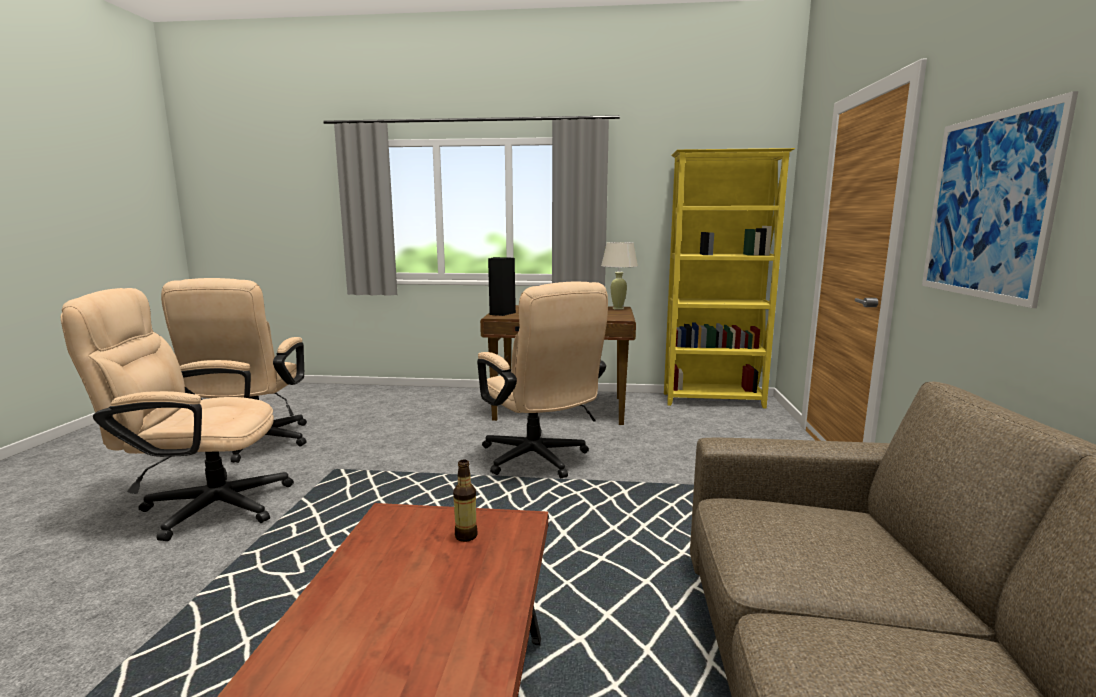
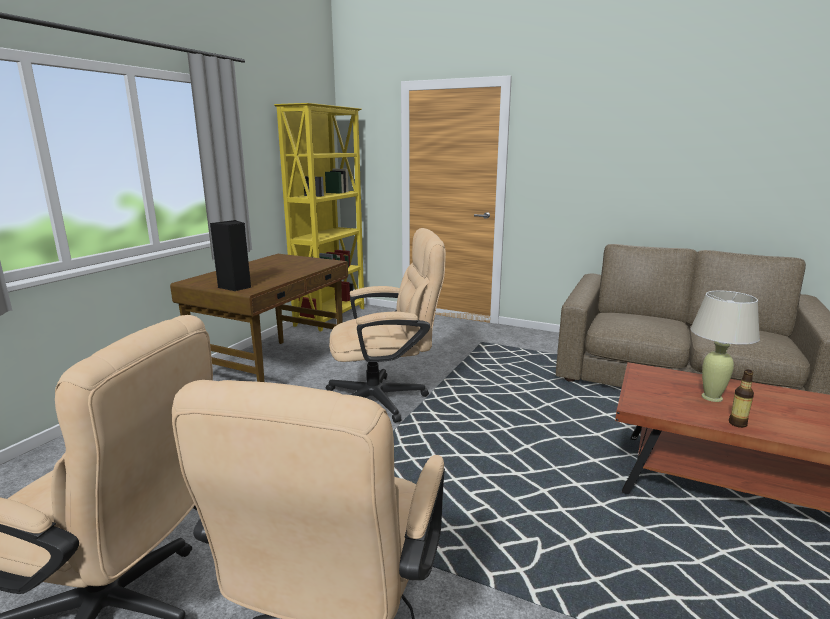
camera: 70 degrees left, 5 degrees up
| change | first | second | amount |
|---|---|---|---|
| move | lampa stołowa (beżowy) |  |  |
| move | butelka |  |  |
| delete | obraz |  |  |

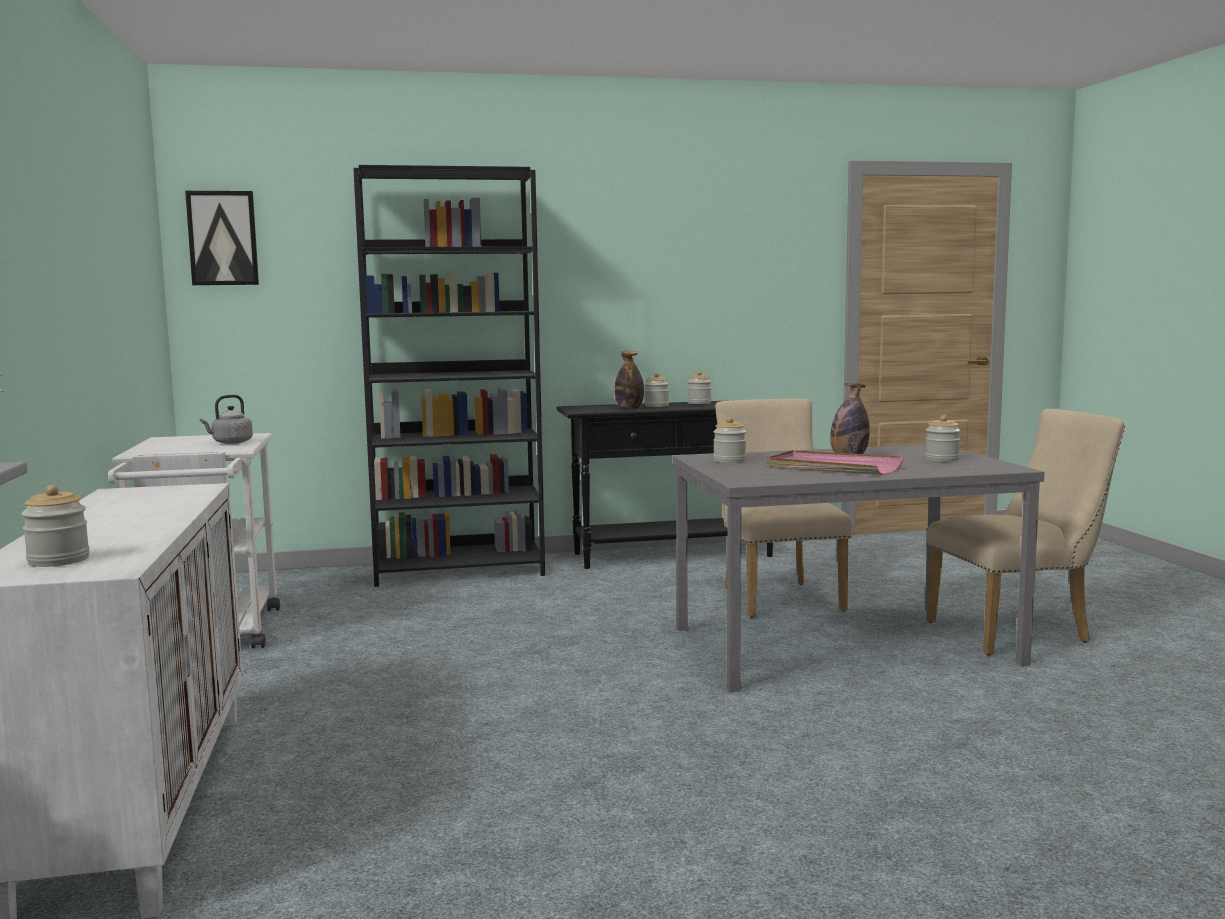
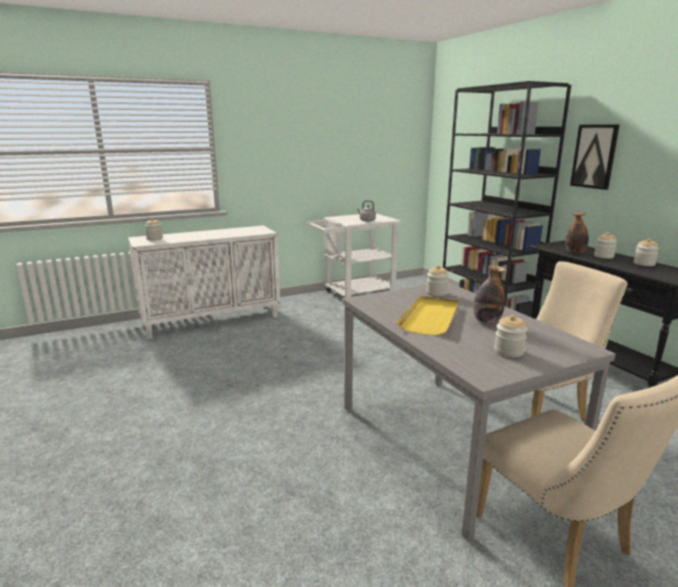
camera: 75 degrees right, 10 degrees up
| change | first | second | amount |
|---|---|---|---|
| recolor | taca (różowy) | taca (żółty) |  |
| move | obraz |  |  |

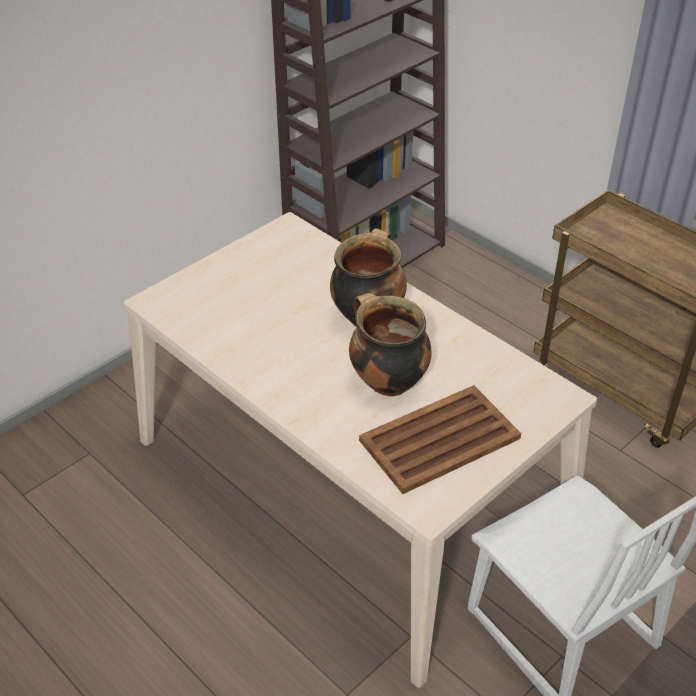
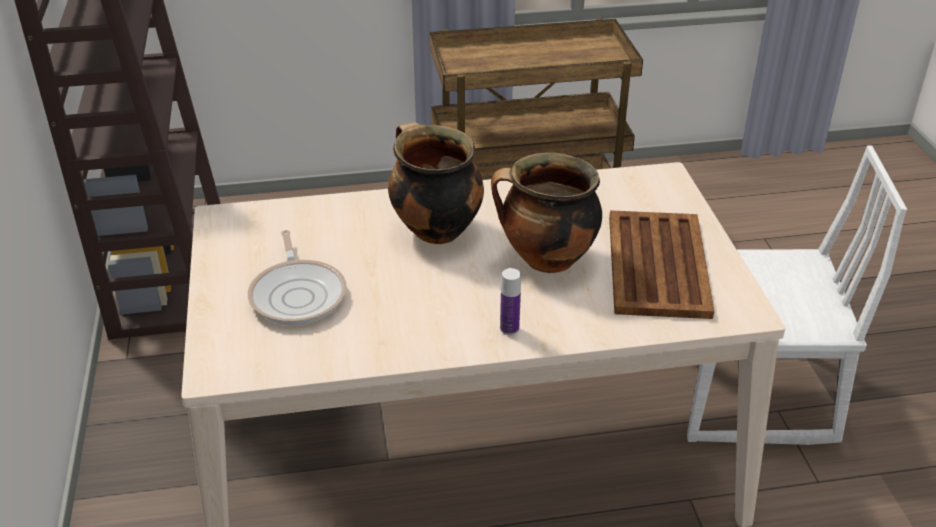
camera: 55 degrees left, 5 degrees down
| change | first | second | amount |
|---|---|---|---|
| insert |  | patelnia |  |
| insert |  | butelka |  |

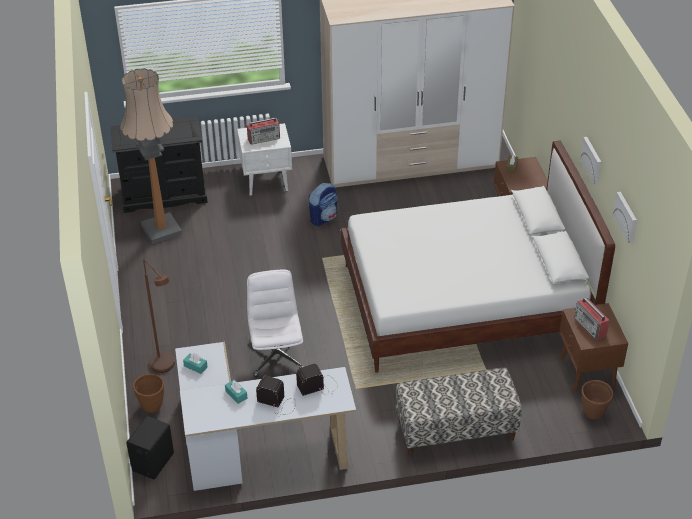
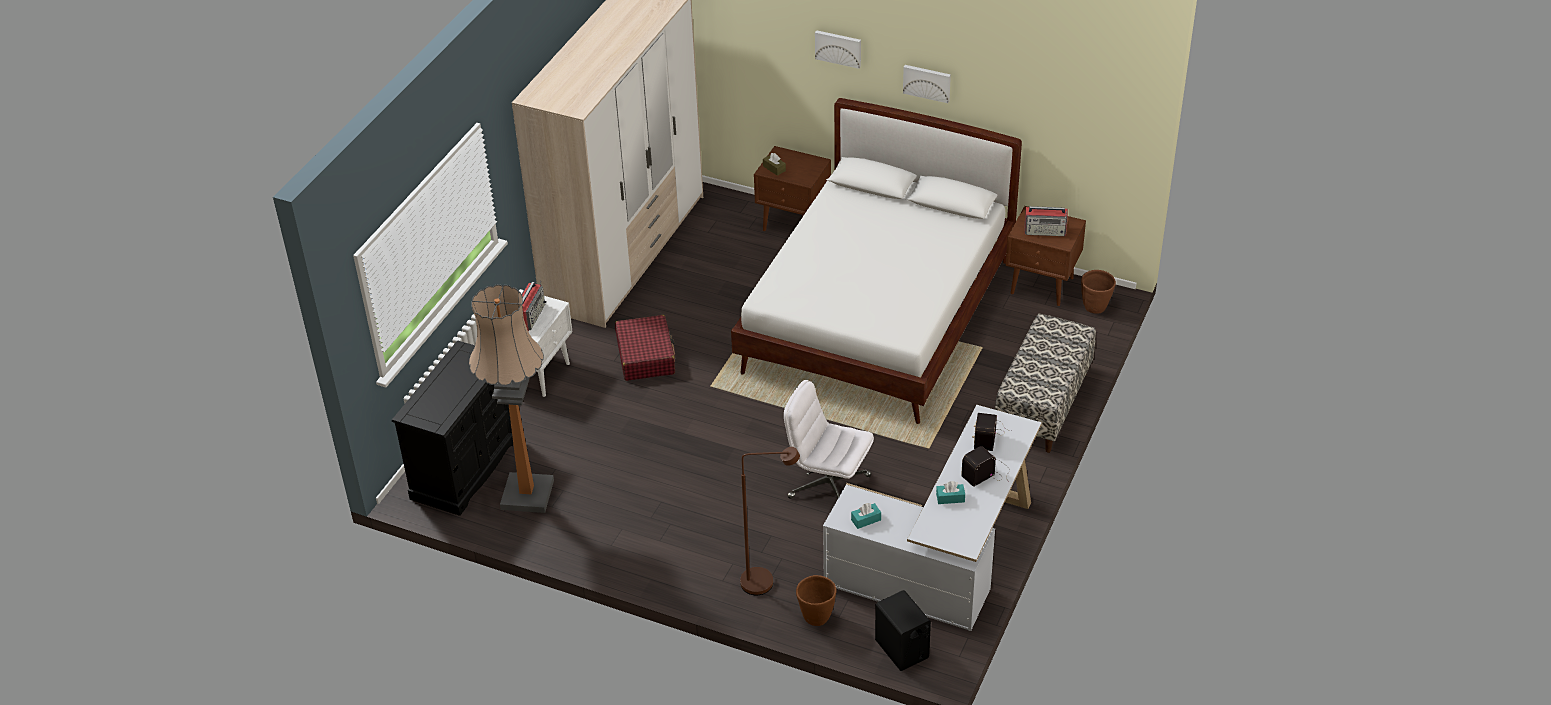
camera: 55 degrees left, 0 degrees up
| change | first | second | amount |
|---|---|---|---|
| replace | plecak | walizka (czerwony) |  |
| move | obraz (2nd from left in the first image) | obraz (1st from left) |  |

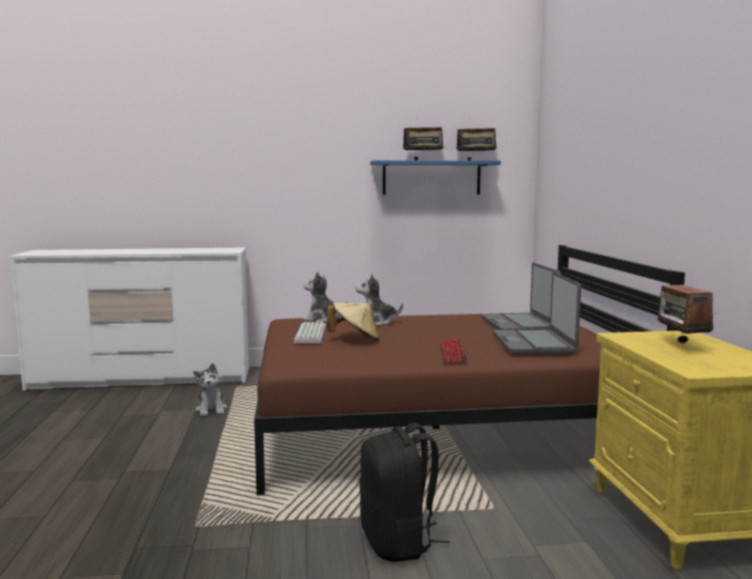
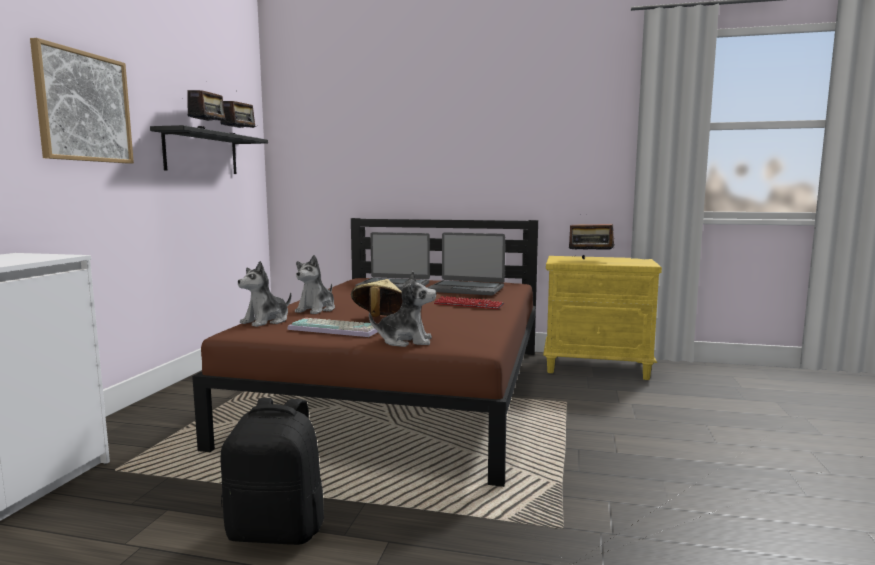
camera: 70 degrees left, 0 degrees up
| change | first | second | amount |
|---|---|---|---|
| insert |  | obraz |  |
| recolor | półka (niebieski) | półka (czarny) |  |
| move | plecak (czarny) |  |  |
| move | pluszak (1st from left in the first image) | pluszak (3rd from left) |  |

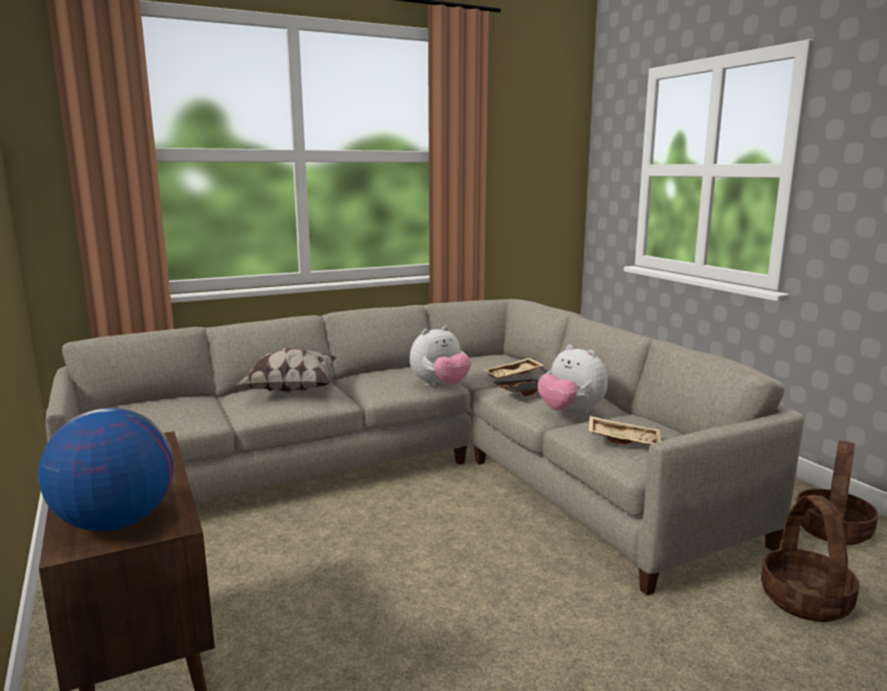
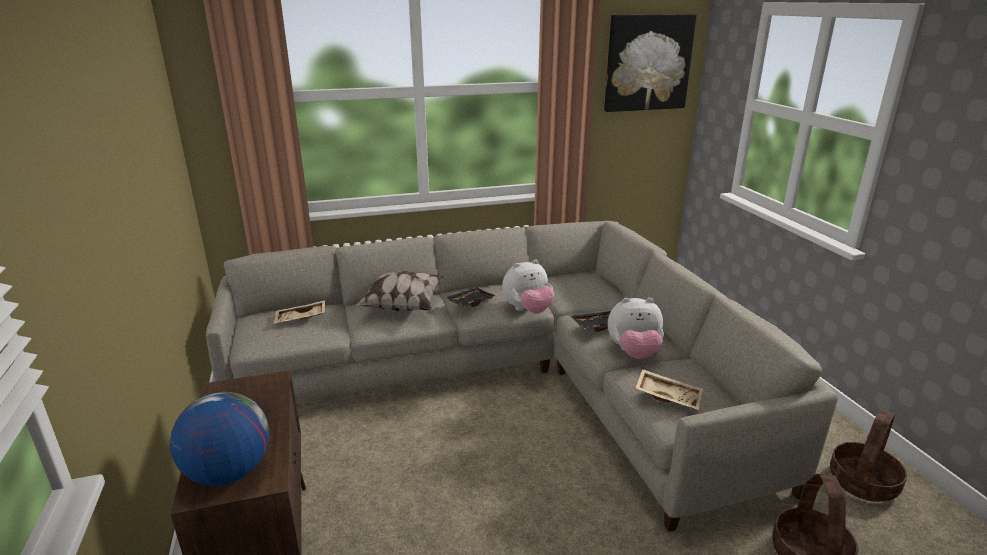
camera: 10 degrees right, 10 degrees up
| change | first | second | amount |
|---|---|---|---|
| move | taca (beżowy) (1st from left) |  |  |
| insert |  | taca (czarny) (1st from left) |  |
| insert |  | obraz |  |
| rotate | pluszak (2nd from left) |  | 60 degrees counterclockwise |

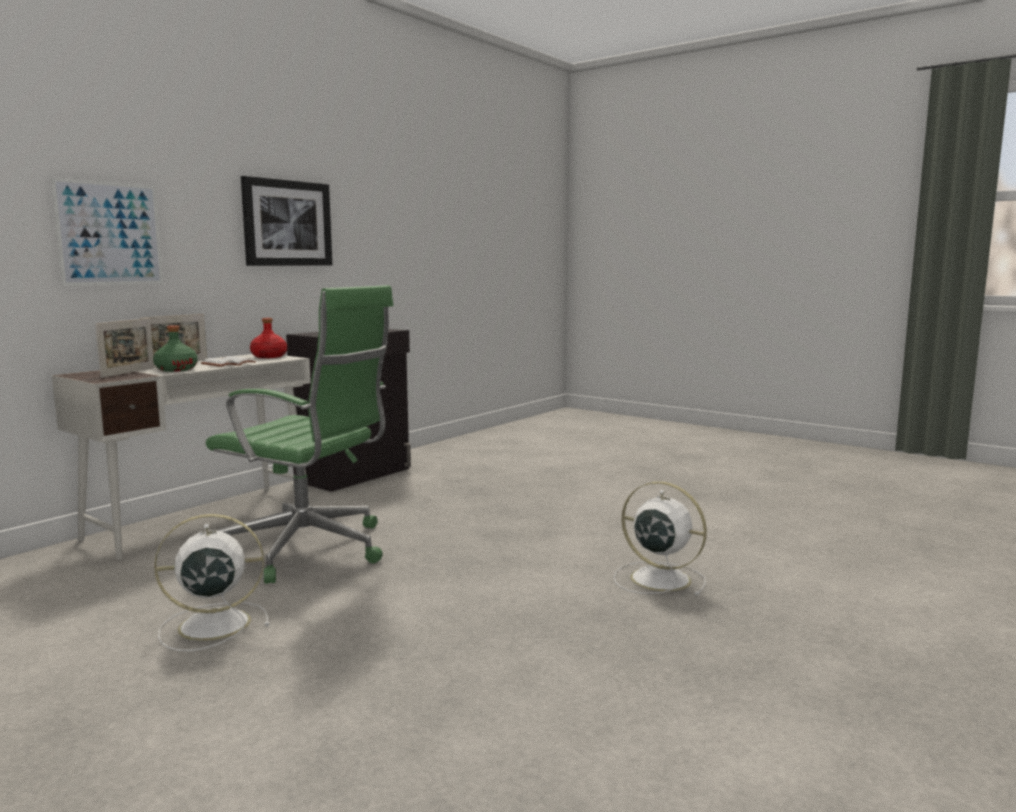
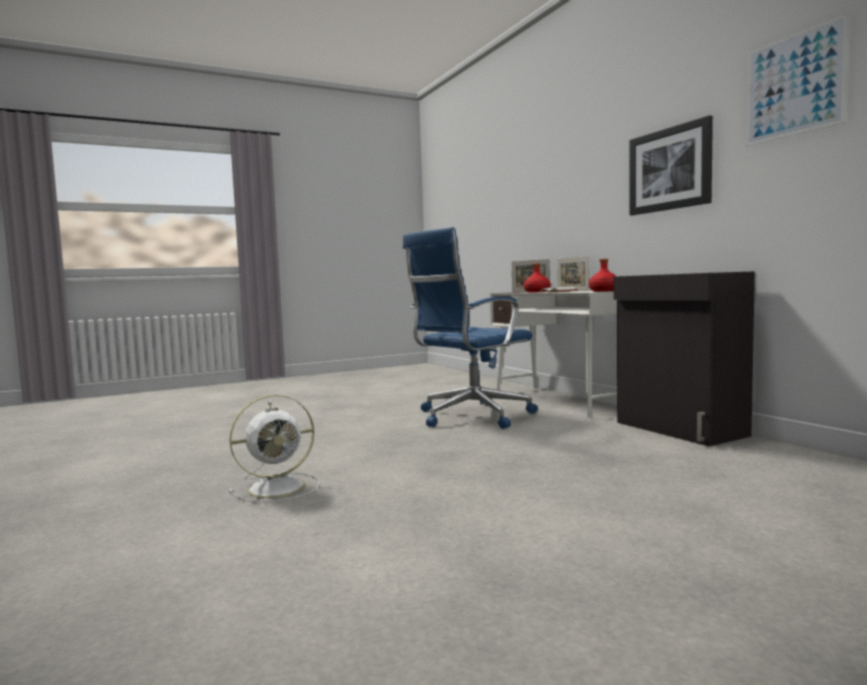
camera: 115 degrees right, 5 degrees down
| change | first | second | amount |
|---|---|---|---|
| recolor | krzesło biurowe (zielony) | krzesło biurowe (niebieski) |  |
| recolor | butelka (zielony) | butelka (czerwony) (1st from left) |  |
| move | obraz (1st from left in the first image) | obraz (2nd from left) |  |
| delete | wentylator (biały) (1st from left) |  |  |

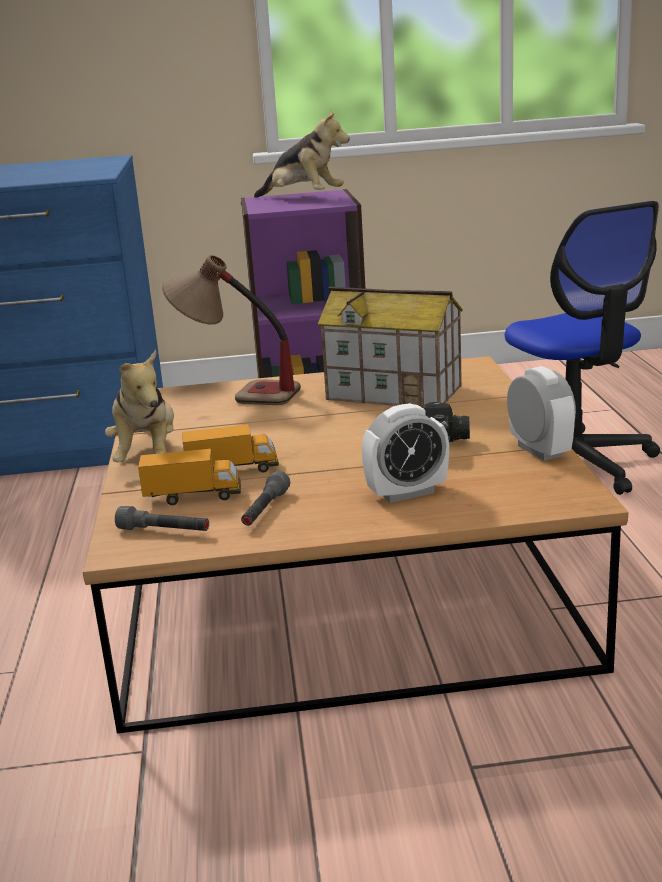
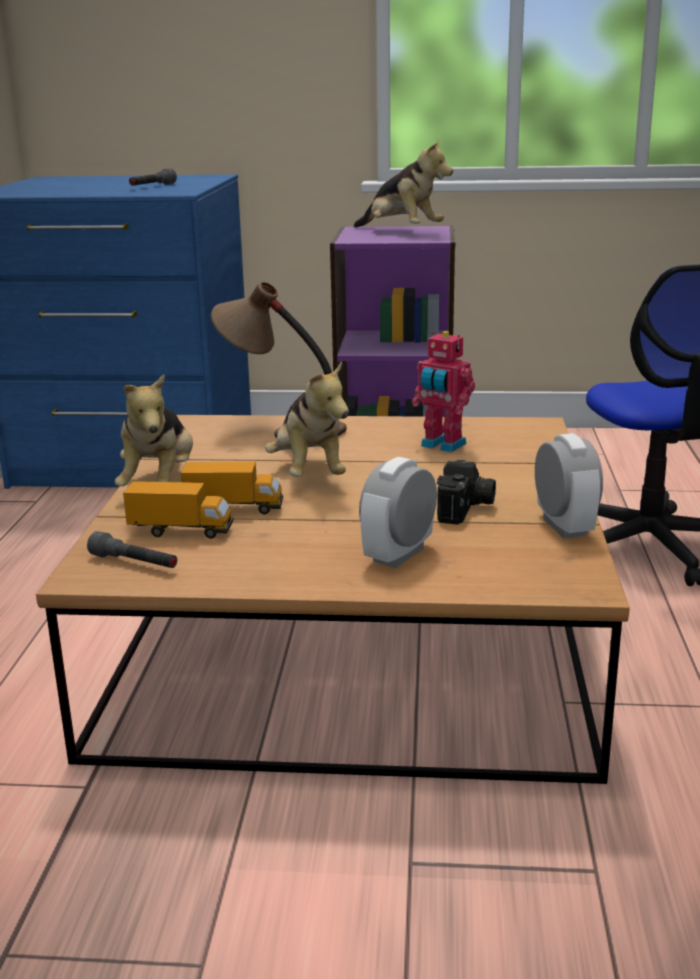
camera: 10 degrees right, 0 degrees up
| change | first | second | amount |
|---|---|---|---|
| move | latarka (szary) (2nd from left) |  |  |
| insert |  | pluszak (2nd from left) |  |
| rotate | budzik (1st from left) |  | 135 degrees clockwise |
| replace | domek | robot zabawkowy |  |

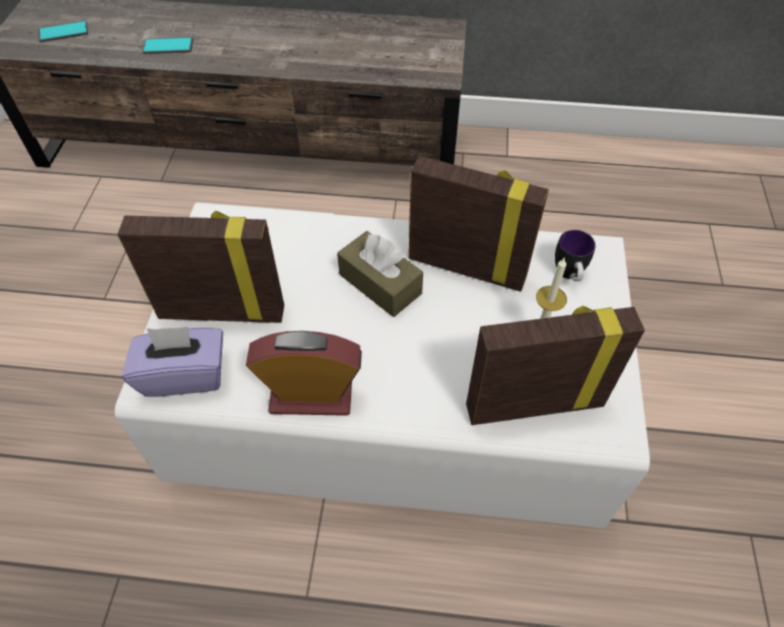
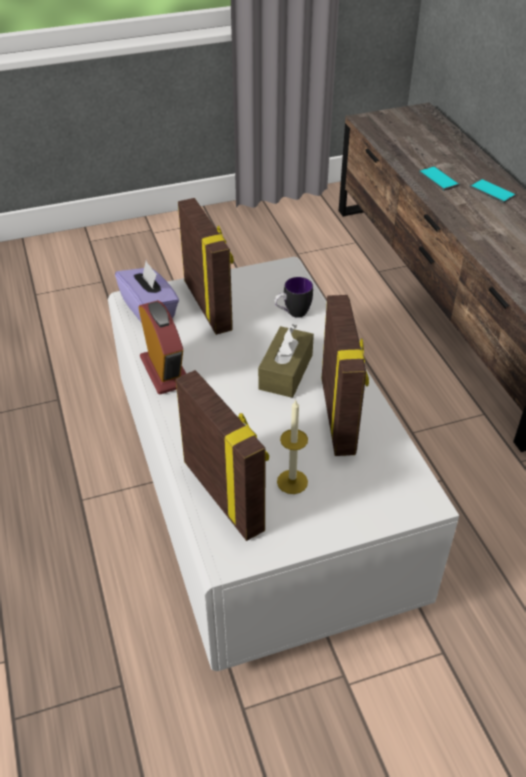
camera: 65 degrees right, 10 degrees down
| change | first | second | amount |
|---|---|---|---|
| move | kubek |  |  |
| move | telefon (1st from left in the first image) | telefon (2nd from left) |  |

